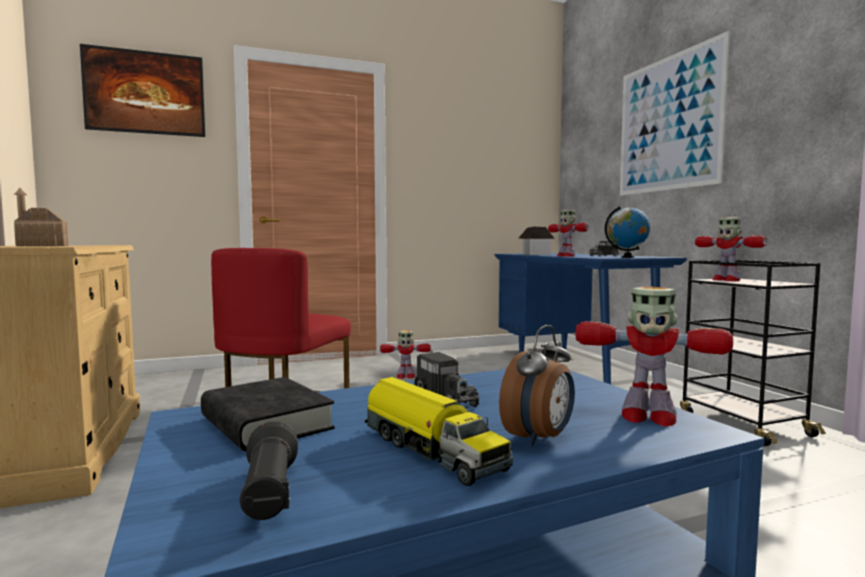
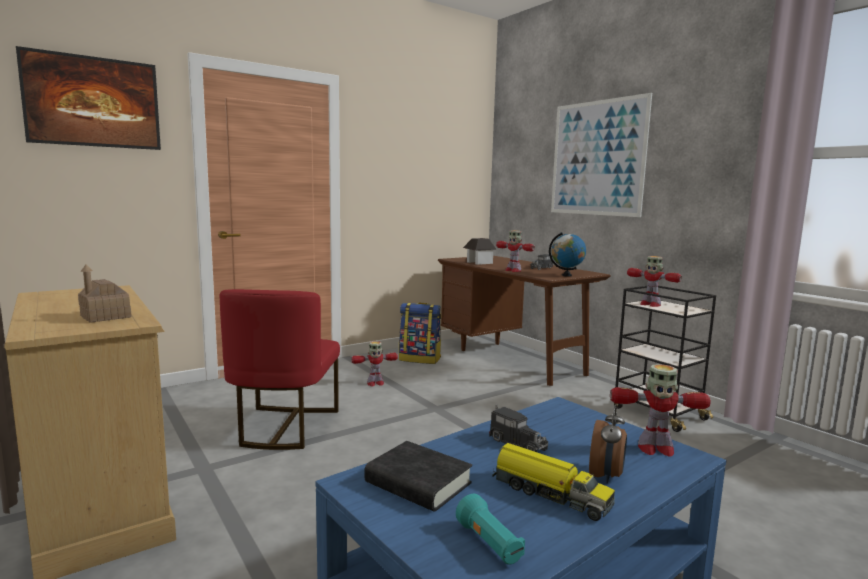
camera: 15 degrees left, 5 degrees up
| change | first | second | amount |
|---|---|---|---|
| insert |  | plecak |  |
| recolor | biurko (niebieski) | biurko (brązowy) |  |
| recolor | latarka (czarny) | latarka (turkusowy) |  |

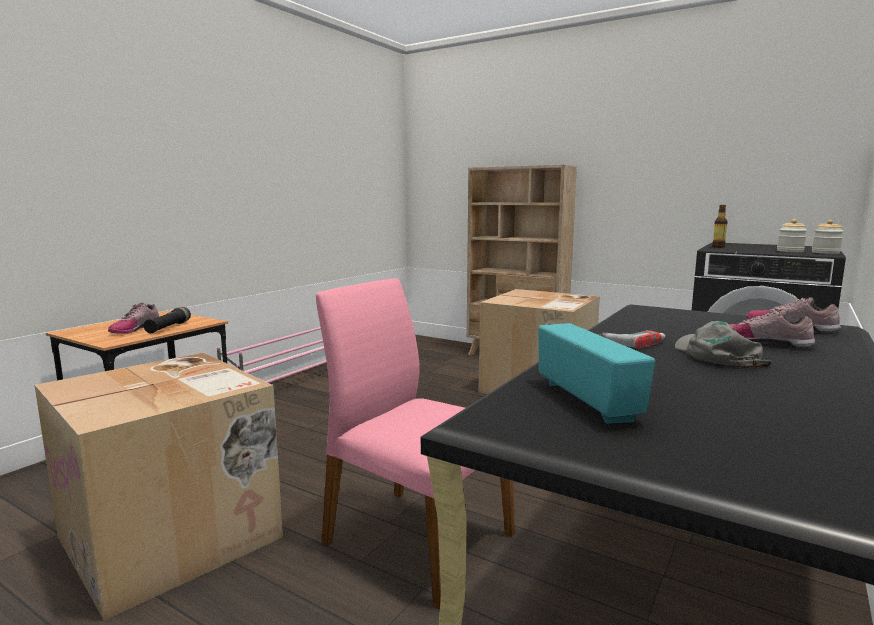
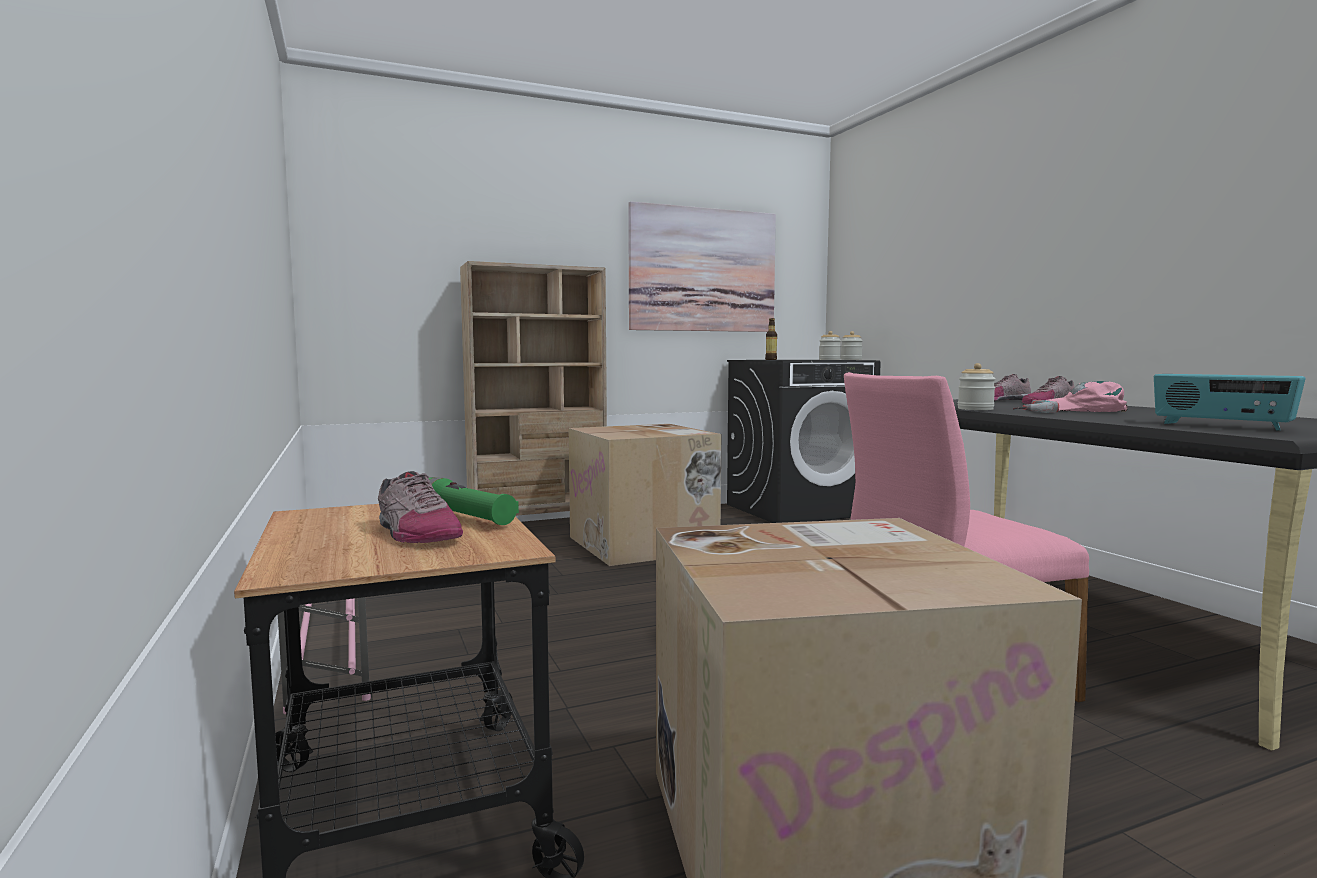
camera: 55 degrees left, 5 degrees down
| change | first | second | amount |
|---|---|---|---|
| recolor | latarka (czarny) | latarka (zielony) |  |
| insert |  | obraz |  |
| insert |  | słoik (3rd from left) |  |
| recolor | czapka z daszkiem (szary) | czapka z daszkiem (różowy) |  |
| rotate | radio |  | 150 degrees counterclockwise |

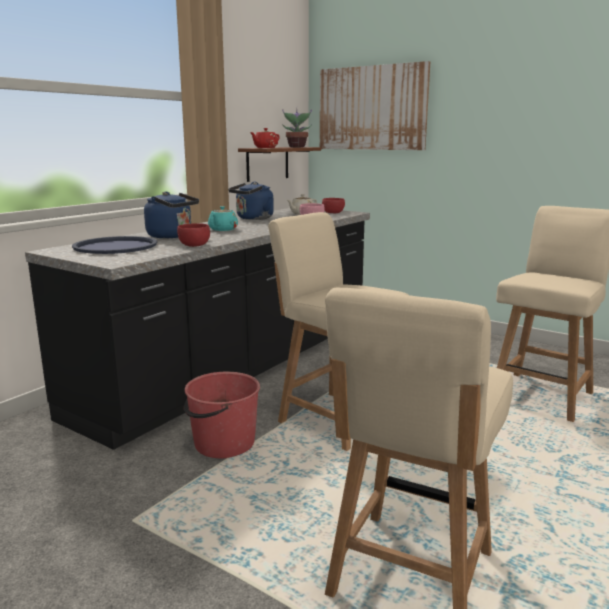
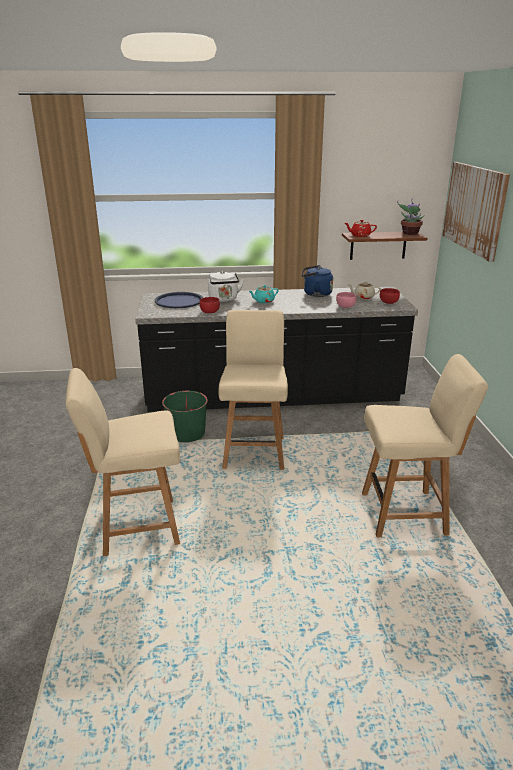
camera: 50 degrees right, 10 degrees up
| change | first | second | amount |
|---|---|---|---|
| recolor | wiadro (czerwony) | wiadro (zielony) |  |
| recolor | czajnik (niebieski) (1st from left) | czajnik (biały) |  |

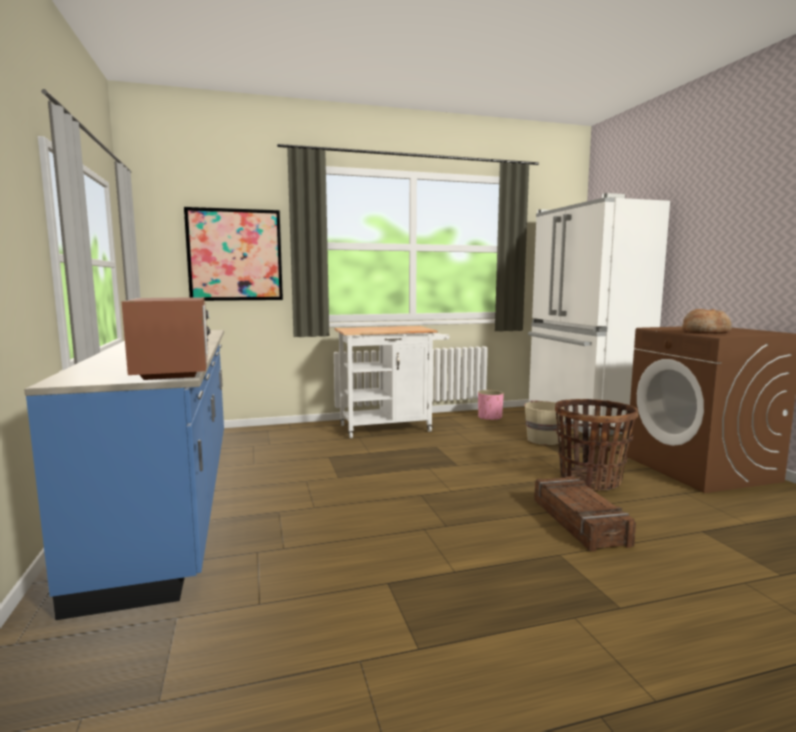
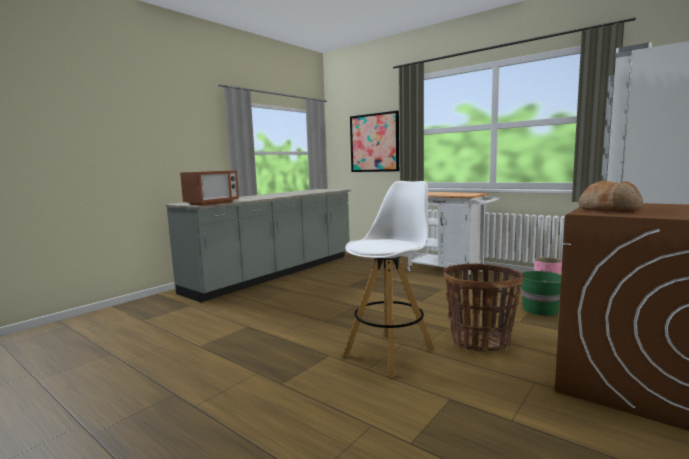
camera: 55 degrees right, 0 degrees up
| change | first | second | amount |
|---|---|---|---|
| recolor | zabudowa kuchenna (niebieski) | zabudowa kuchenna (szary) |  |
| replace | skrzynka | stołek (biały) |  |
| recolor | wiadro (beżowy) | wiadro (zielony) |  |

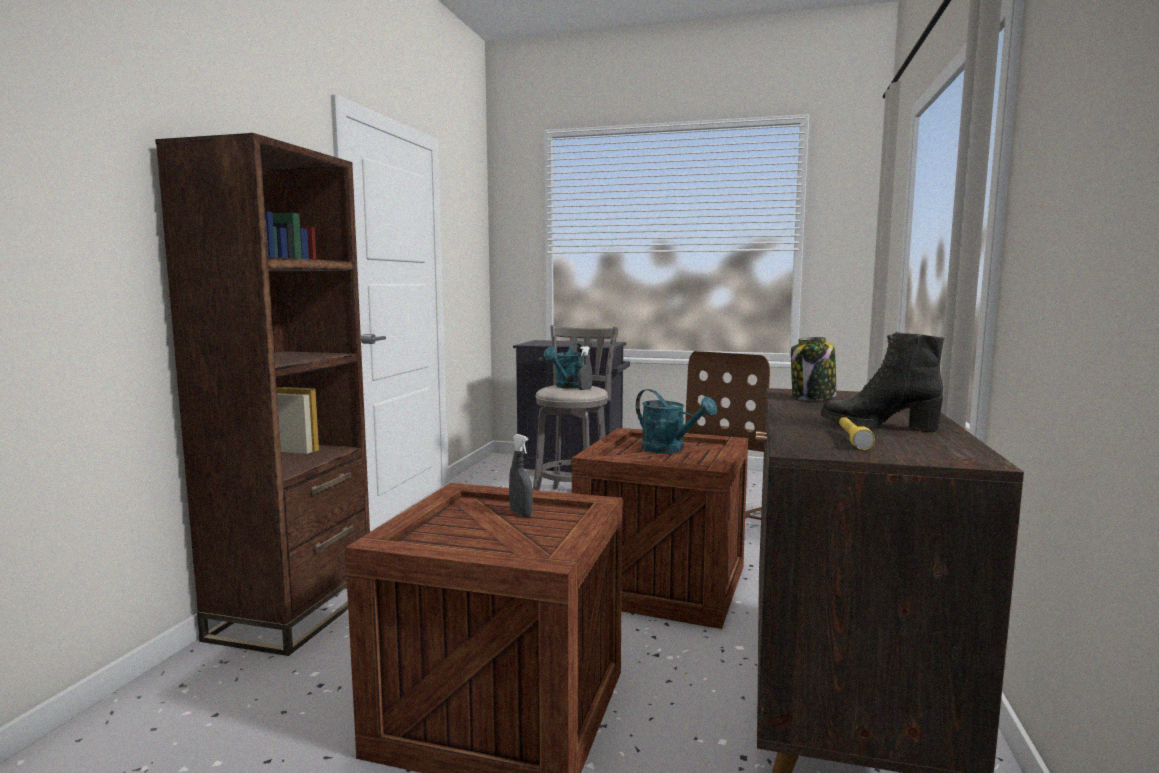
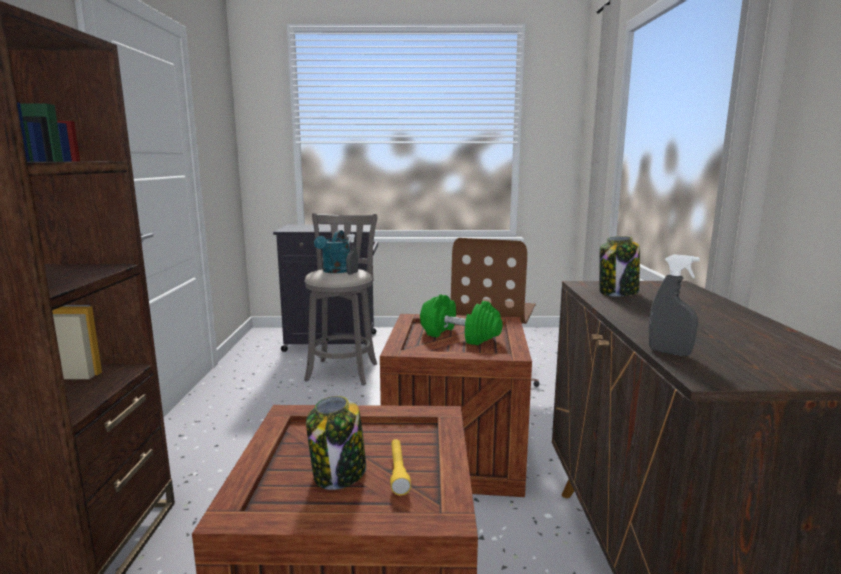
camera: 15 degrees left, 5 degrees up
| change | first | second | amount |
|---|---|---|---|
| insert |  | słoik (1st from left) |  |
| move | latarka (żółty) |  |  |
| replace | konewka (turkusowy) (2nd from left) | hantel (zielony) |  |
| move | spryskiwacz (szary) (1st from left in the first image) | spryskiwacz (szary) (2nd from left) |  |
| delete | but z cholewką (czarny) |  |  |

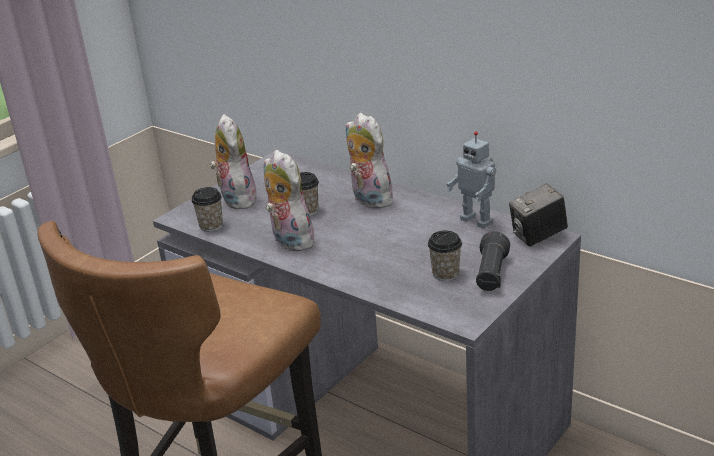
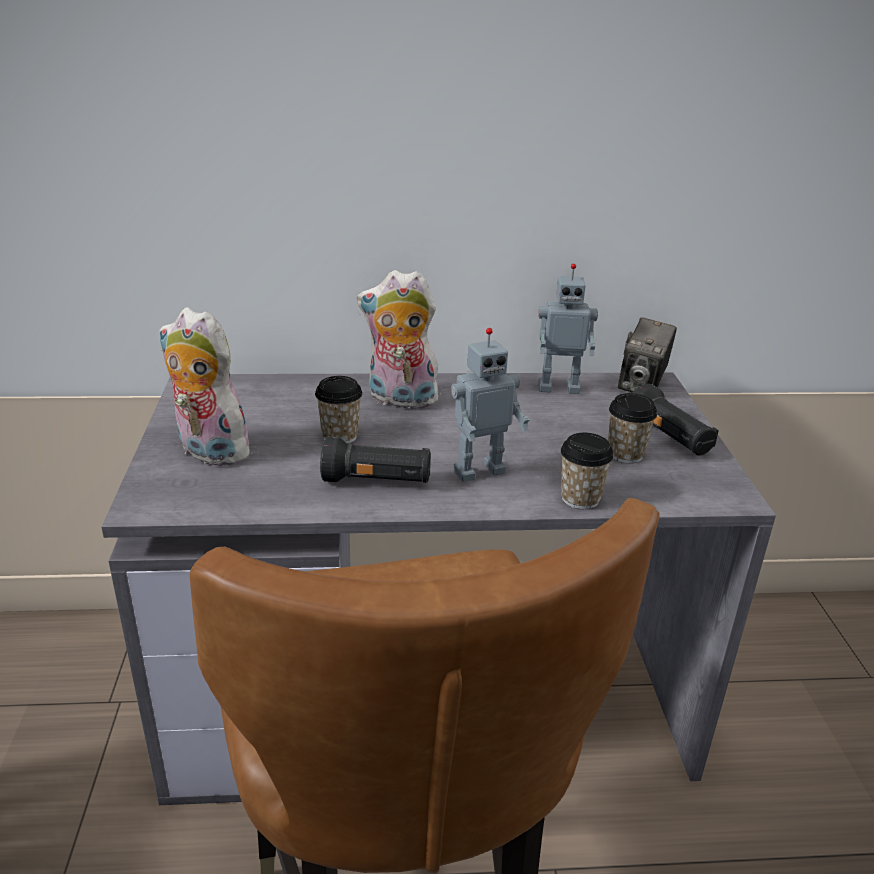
camera: 45 degrees left, 0 degrees up
| change | first | second | amount |
|---|---|---|---|
| replace | pluszak (2nd from left) | latarka (czarny) (1st from left) |  |
| insert |  | robot zabawkowy (1st from left) |  |
| move | filiżanka (1st from left in the first image) | filiżanka (2nd from left) |  |

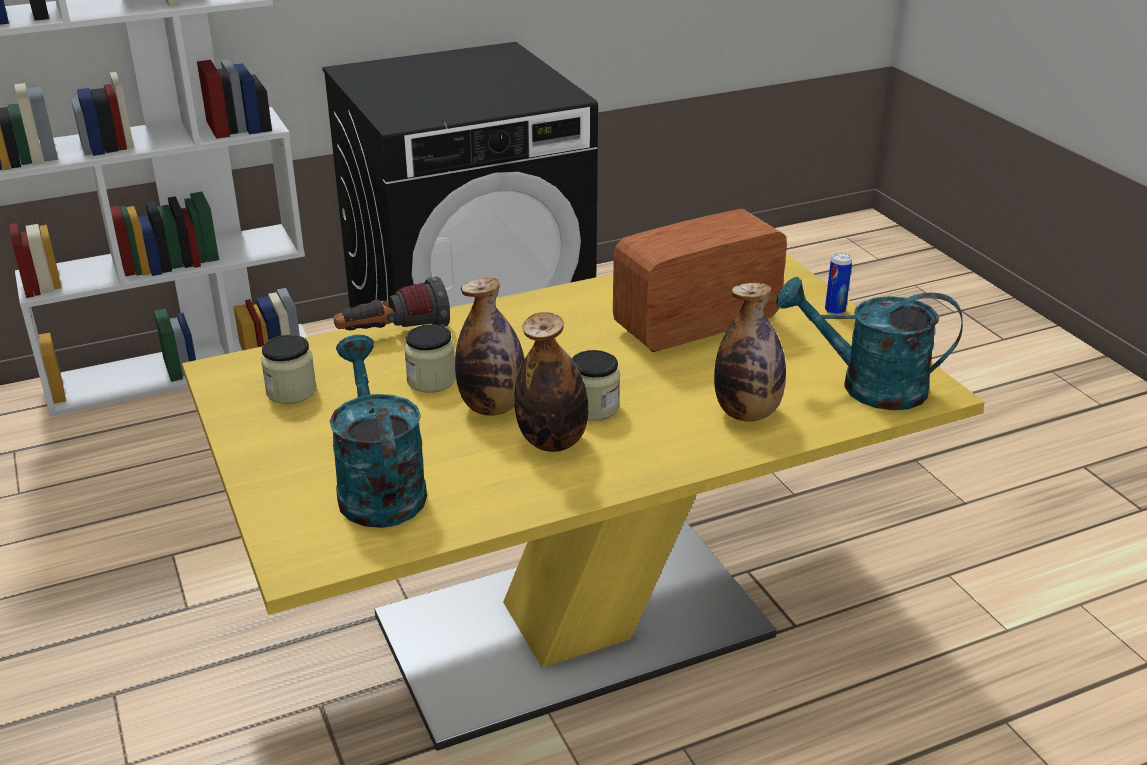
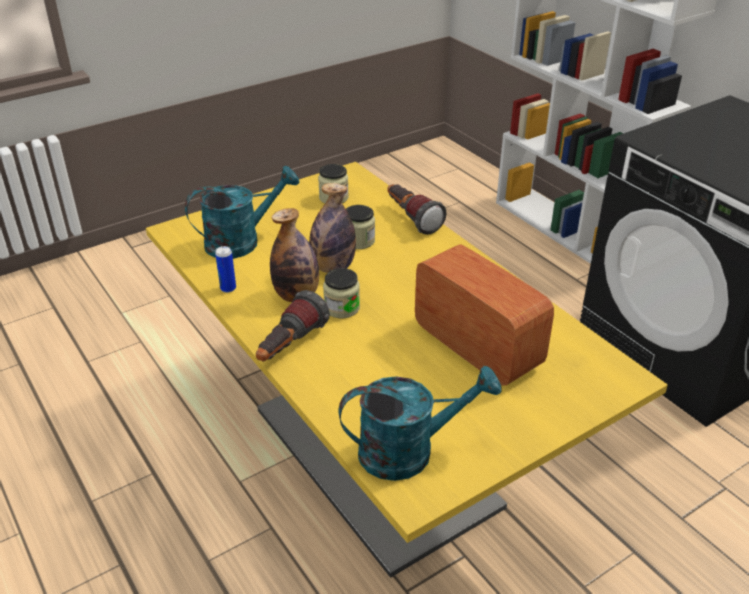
camera: 80 degrees right, 5 degrees up
| change | first | second | amount |
|---|---|---|---|
| move | puszka |  |  |
| insert |  | latarka (1st from left) |  |
| rotate | konewka (turkusowy) (2nd from left) |  | 75 degrees clockwise |
| delete | butelka (3rd from left) |  |  |

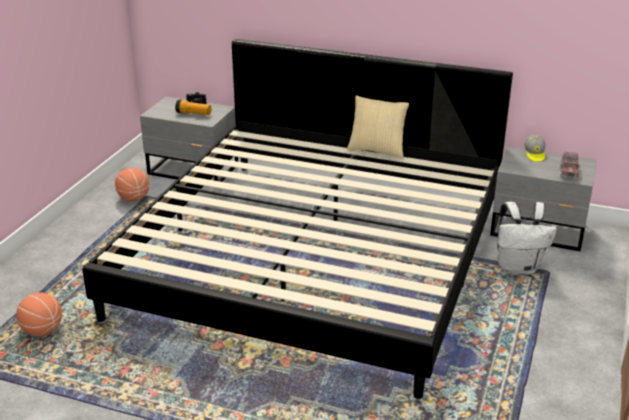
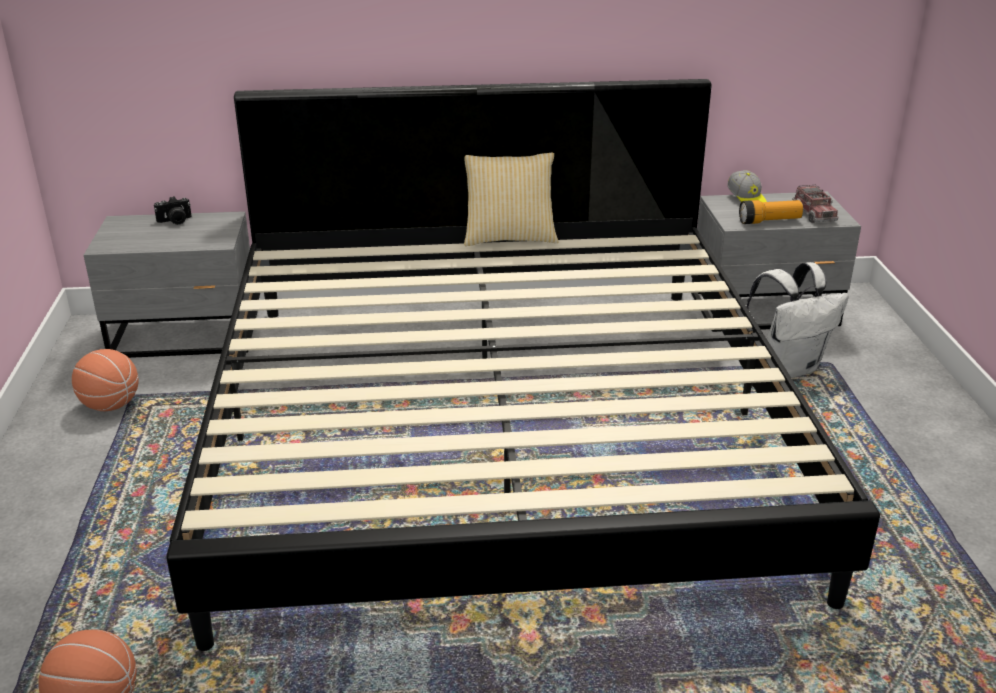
camera: 25 degrees left, 0 degrees up
| change | first | second | amount |
|---|---|---|---|
| move | latarka |  |  |

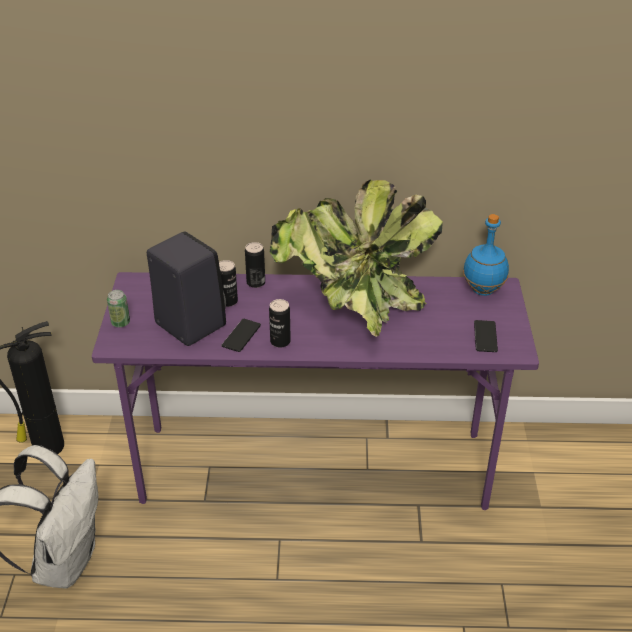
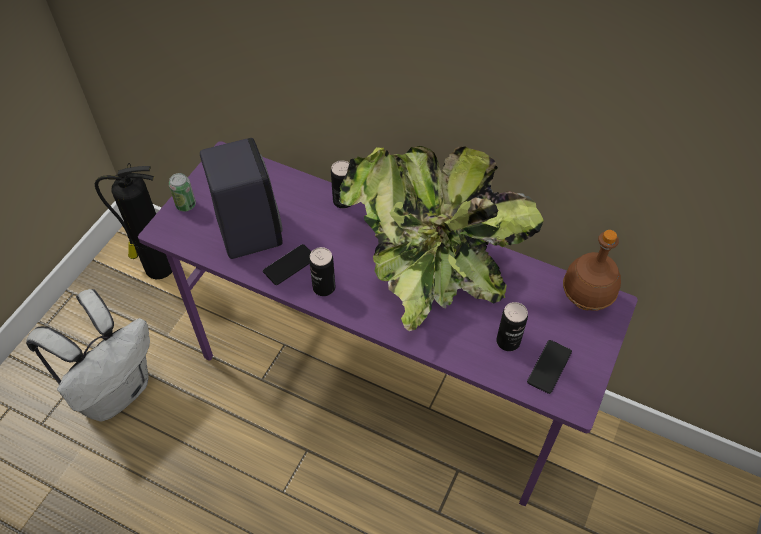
camera: 25 degrees right, 15 degrees up
| change | first | second | amount |
|---|---|---|---|
| move | puszka (2nd from left in the first image) | puszka (4th from left) |  |
| recolor | butelka (niebieski) | butelka (brązowy) |  |

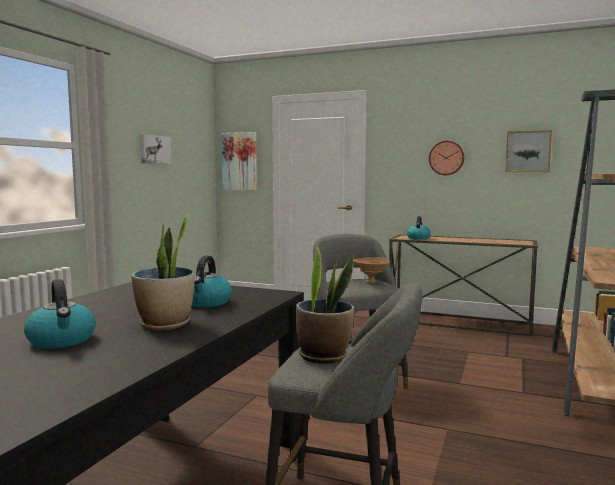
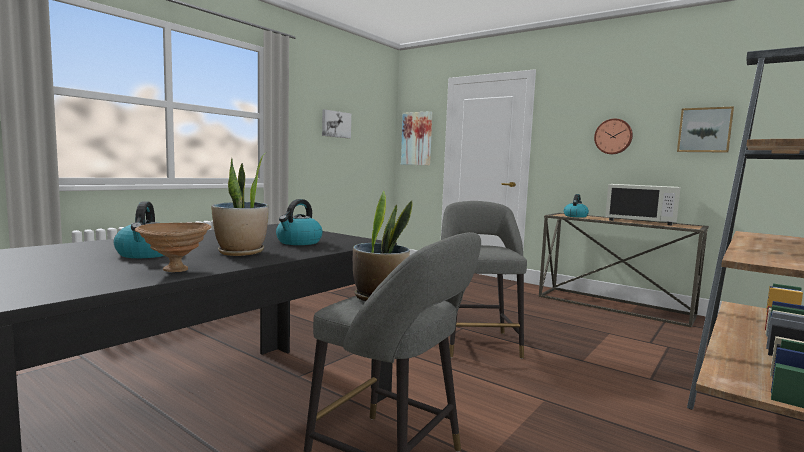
camera: 15 degrees right, 0 degrees up
| change | first | second | amount |
|---|---|---|---|
| move | miska (brązowy) |  |  |
| insert |  | mikrofalówka (biały) |  |

